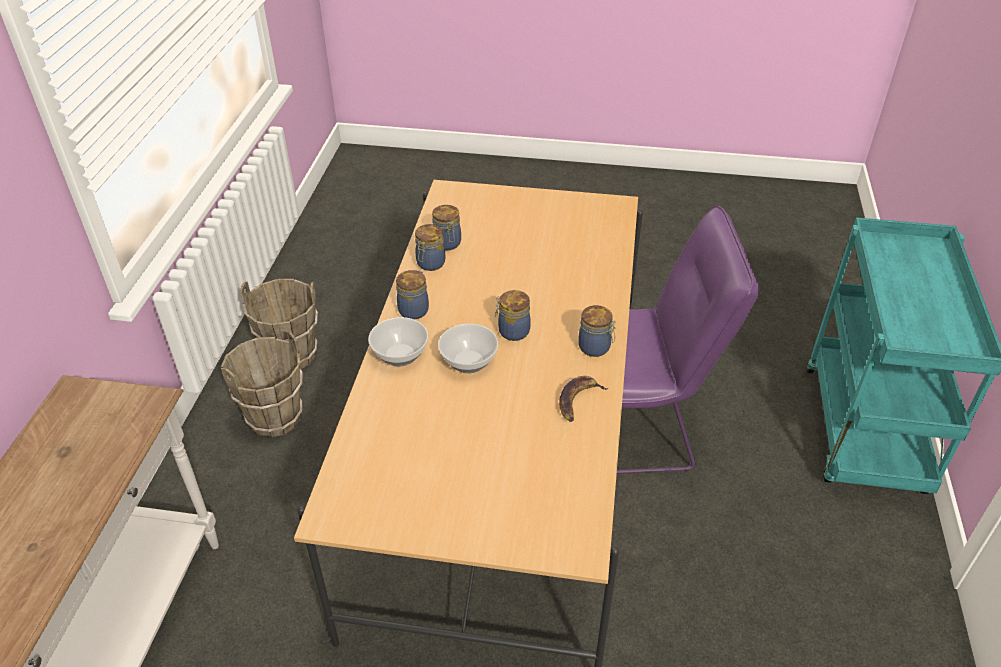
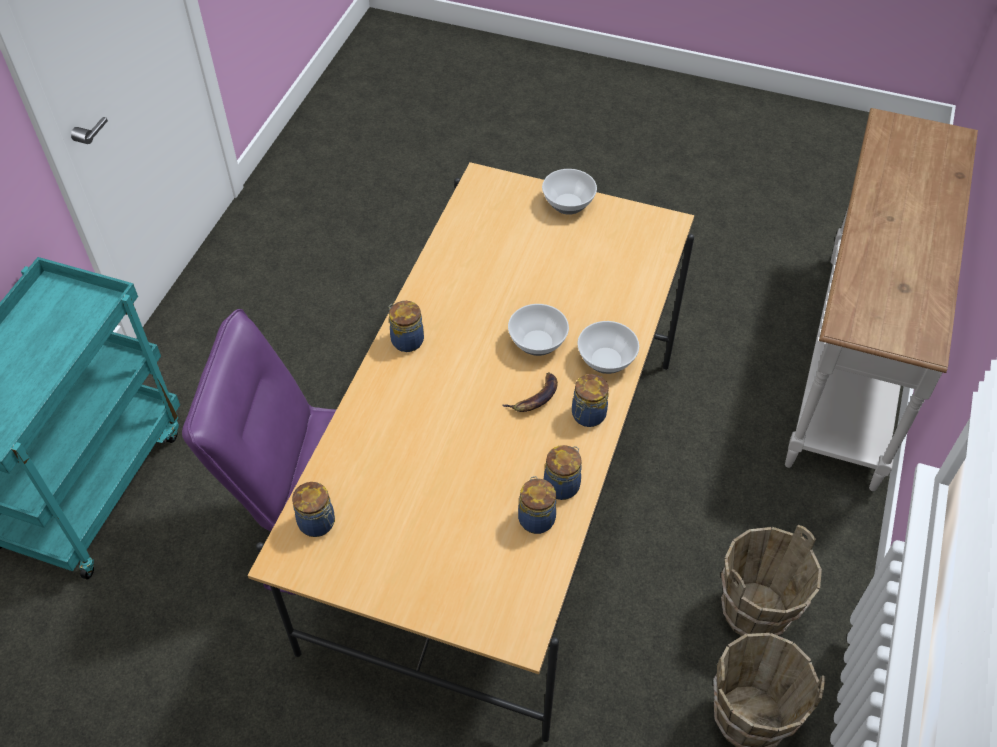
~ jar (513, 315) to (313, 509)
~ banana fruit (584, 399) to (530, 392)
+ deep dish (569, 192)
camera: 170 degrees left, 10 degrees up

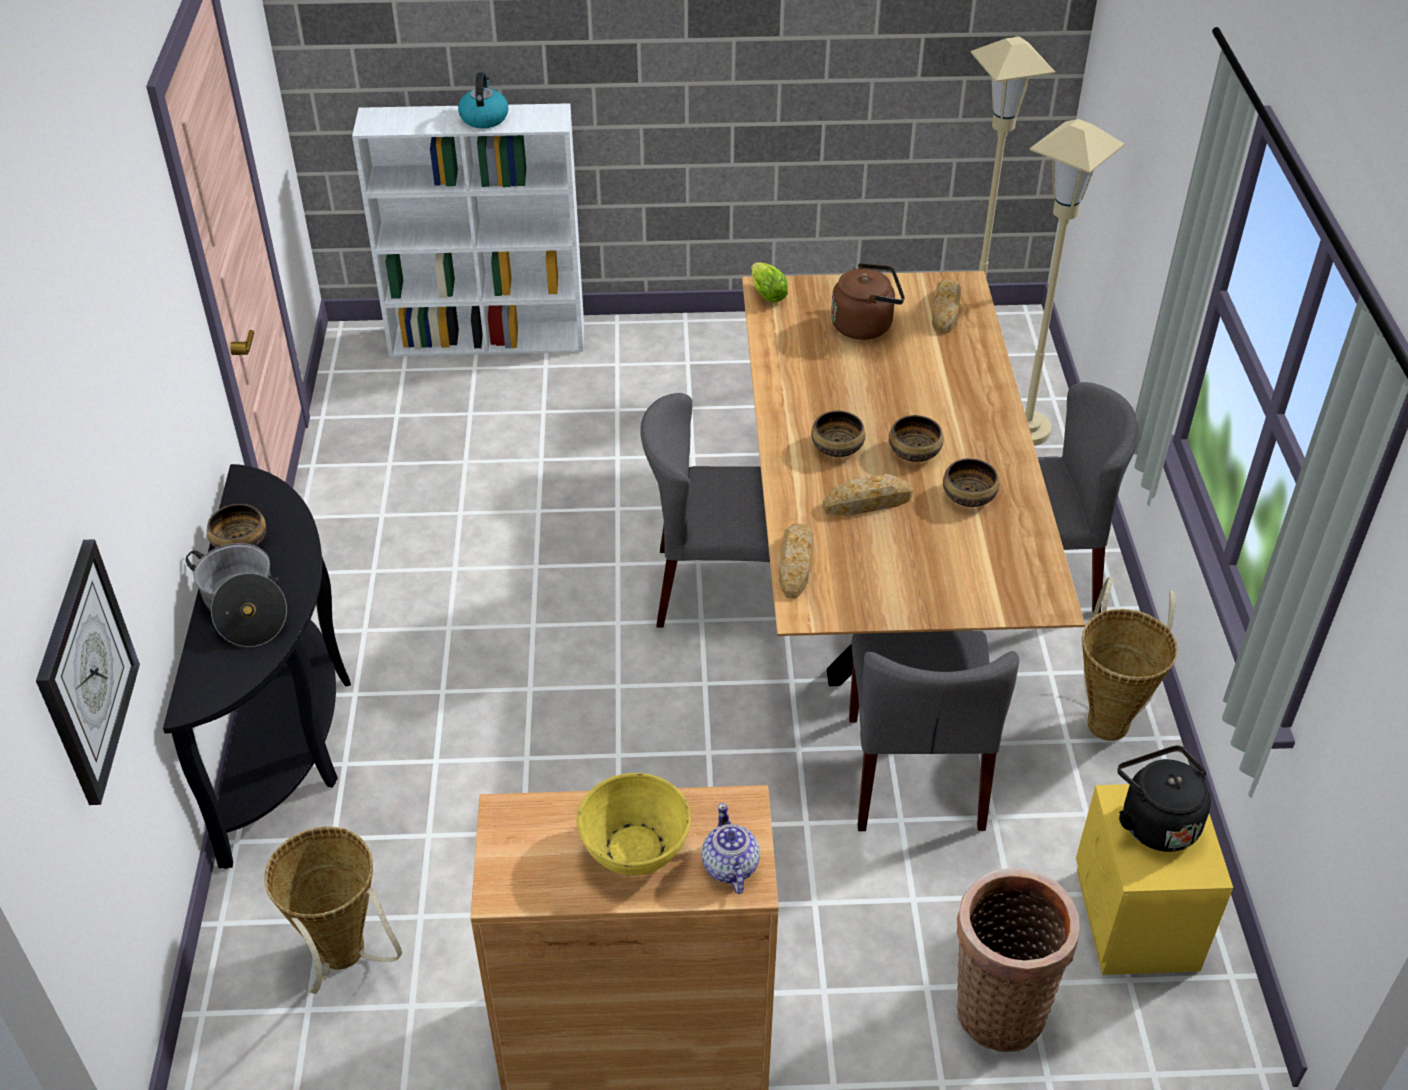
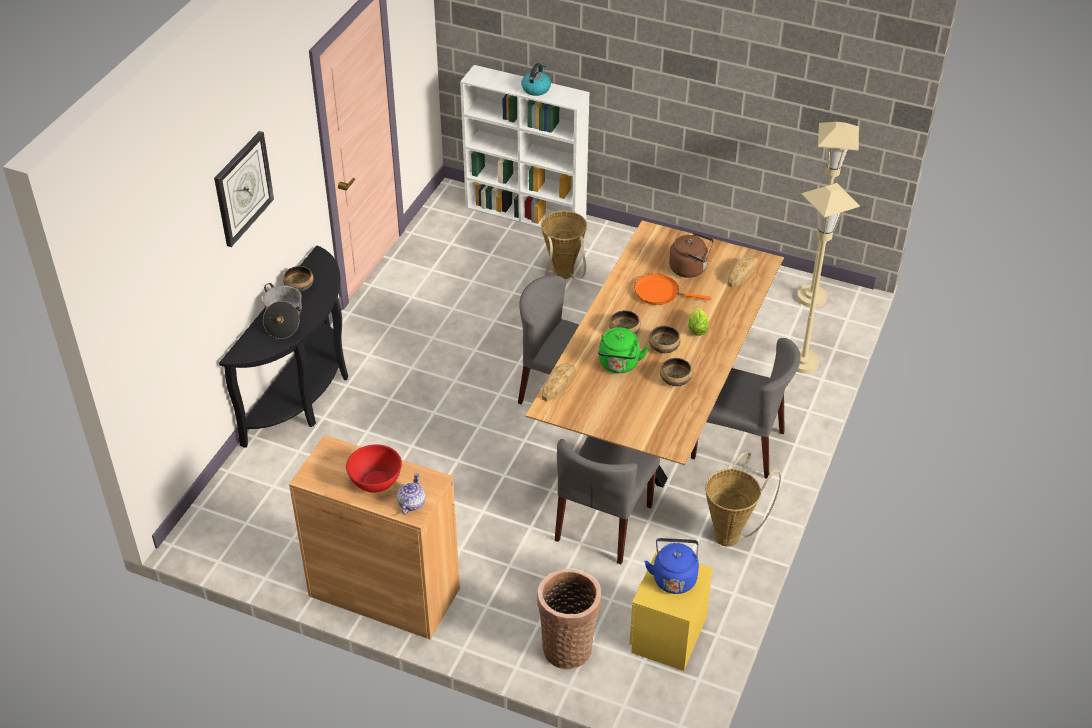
~ head of lettuce (769, 282) to (698, 321)
~ baked bread (868, 494) to green tea kettle (623, 350)
~ hanging clock (88, 672) to (244, 189)
~ black tea kettle (1164, 798) to bluish tea kettle (671, 566)
~ yellow deep dish (634, 824) to reddish deep dish (374, 468)
~ basket (333, 910) to (564, 245)
+ orange frying pan (673, 289)
camera: 25 degrees right, 0 degrees up

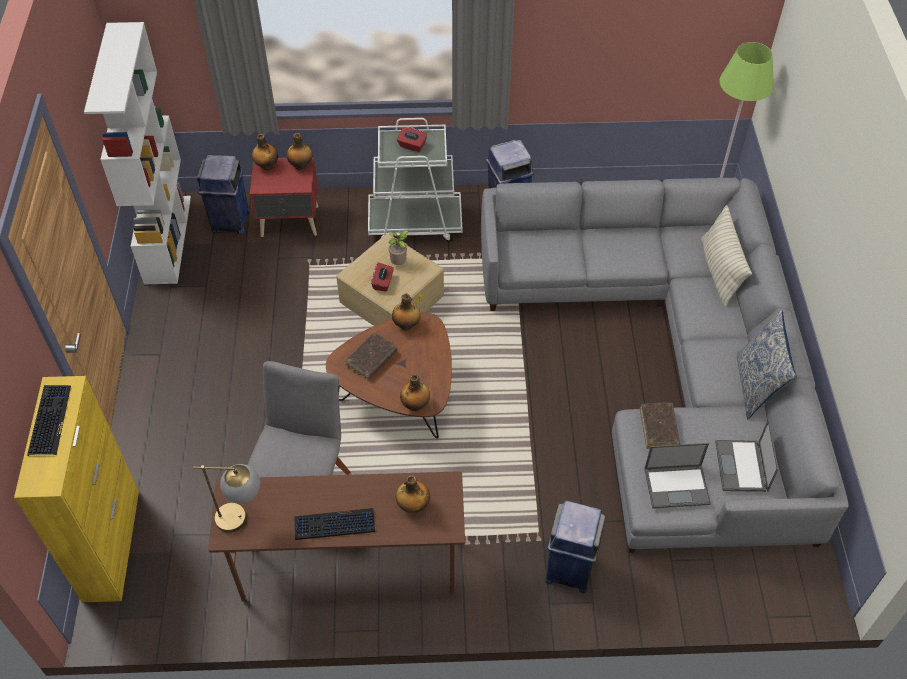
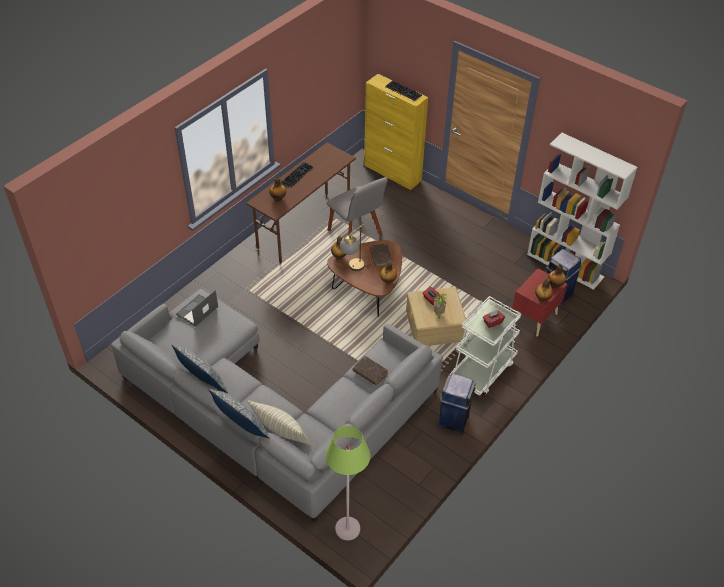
~ brown-coloured volume (660, 426) to (370, 370)
- notebook computer (747, 455)
~ table lamp (226, 498) to (352, 247)
- bluish trash can (575, 546)
+ pillow (239, 413)
camera: 130 degrees right, 5 degrees down

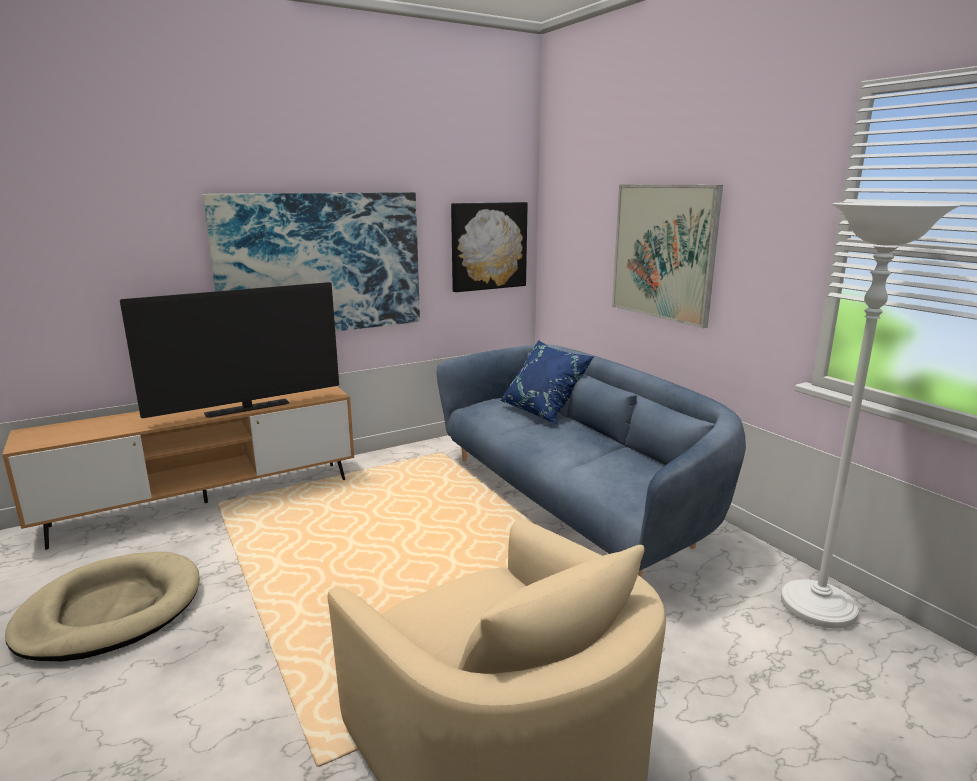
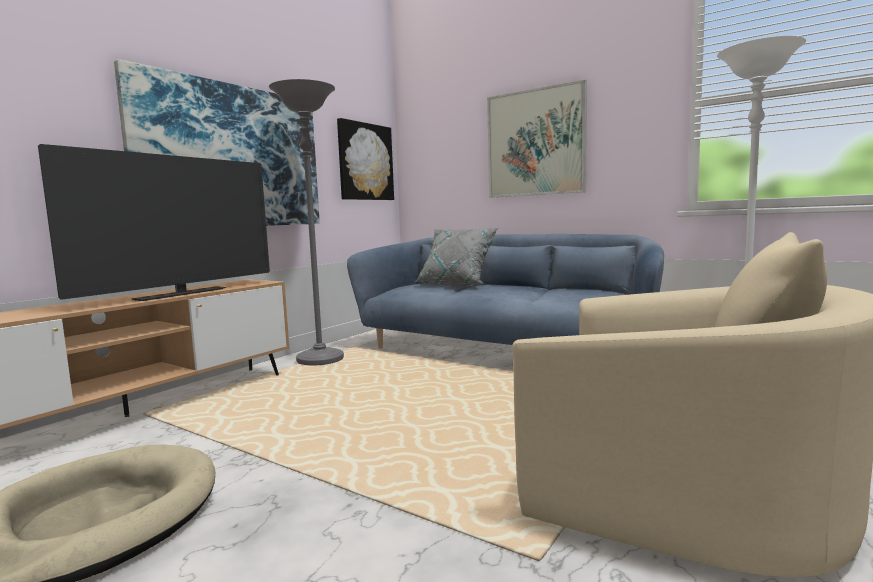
~ bluish pillow (547, 382) to grey pillow (456, 257)
+ grey standing lamp (306, 222)
camera: 25 degrees left, 10 degrees down

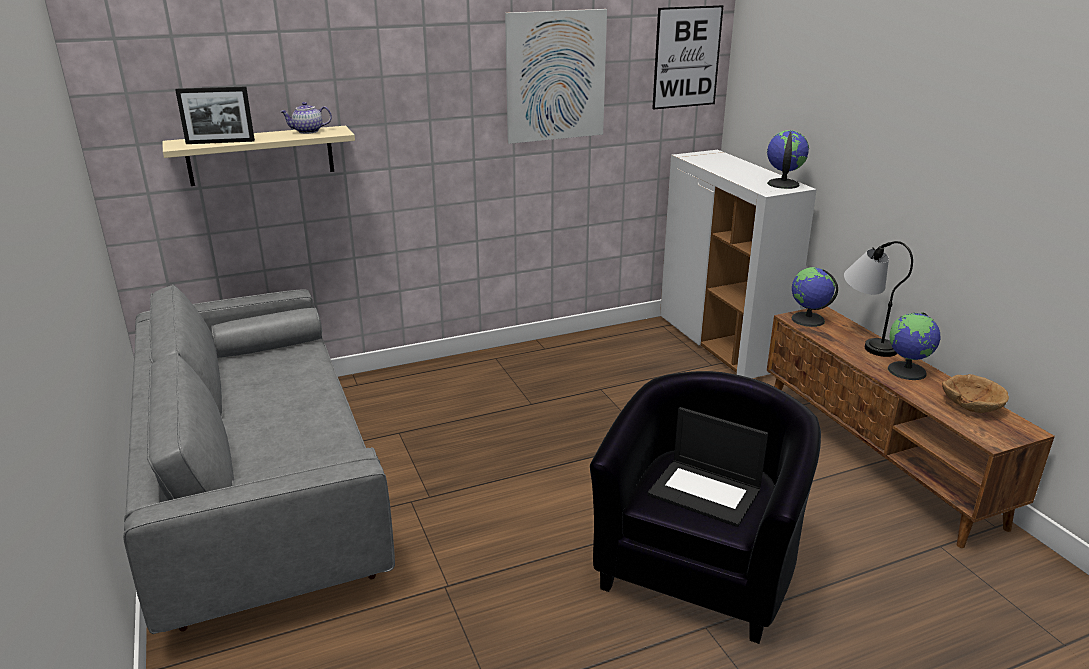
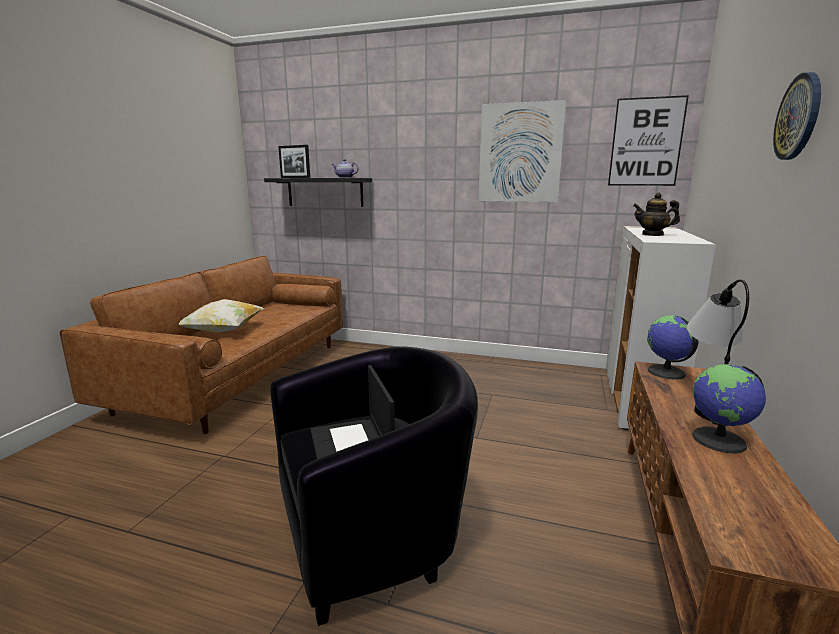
~ sand-coloured shelf (258, 156) to black shelf (318, 192)
- desk globe (788, 159)
~ grey sofa (259, 459) to brown-coloured sofa (201, 345)
- brown-coloured deep dish (975, 393)
+ hanging clock (797, 116)
+ pot for tea (656, 214)
+ pillow (221, 315)
camera: 40 degrees right, 10 degrees down

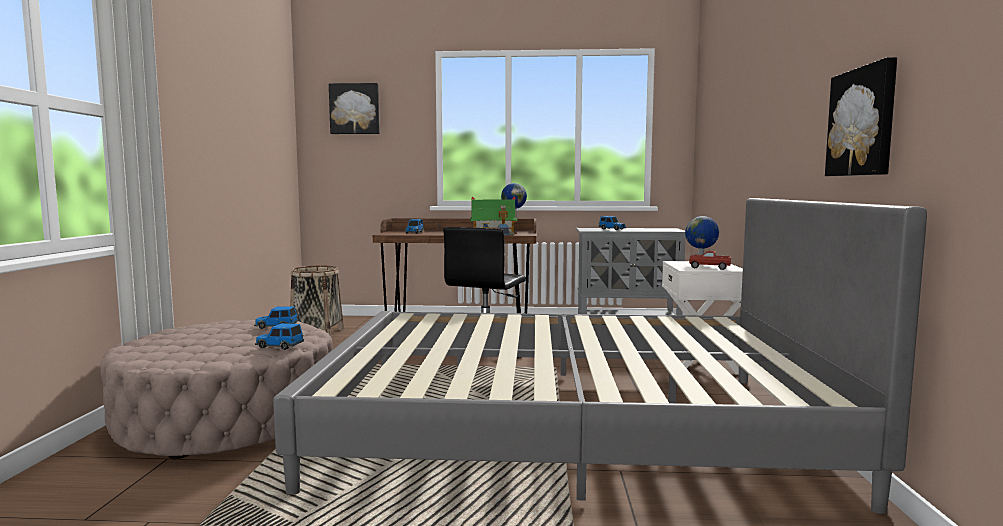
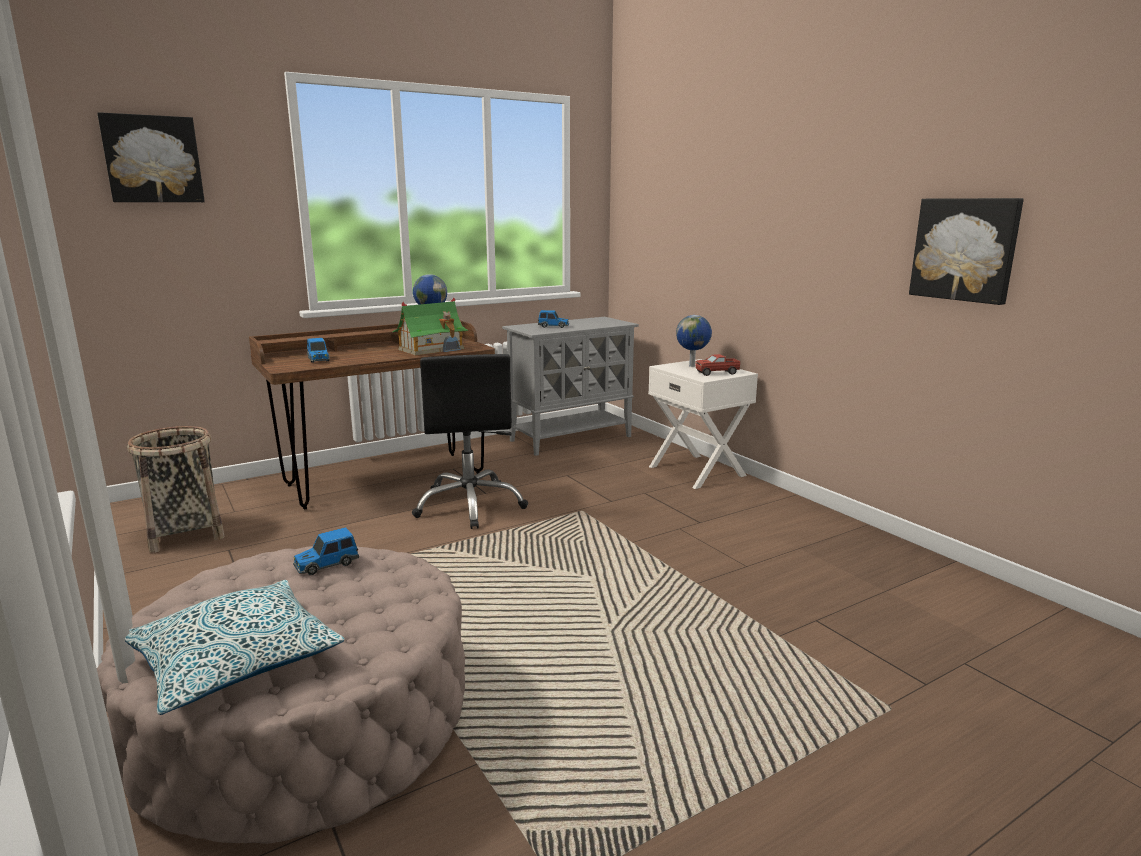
- grey bedroom bed (600, 356)
- model car (279, 336)
+ pillow (235, 647)
camera: 35 degrees left, 10 degrees up

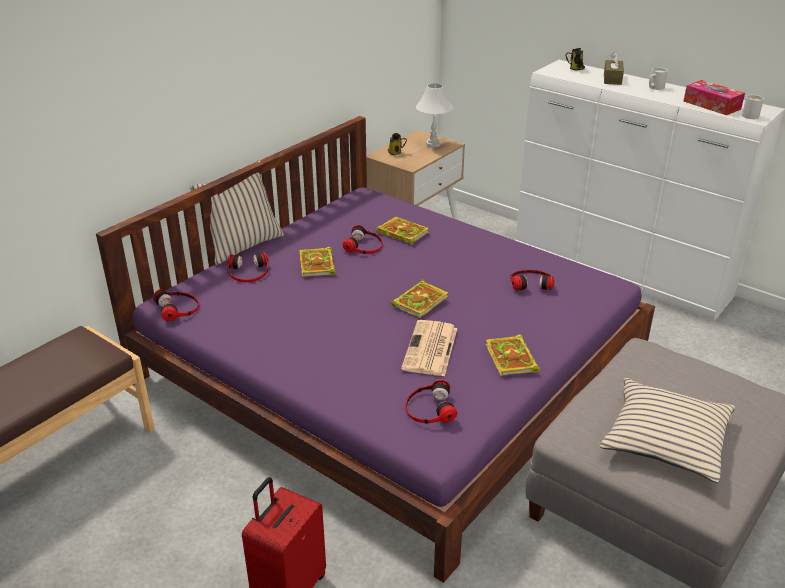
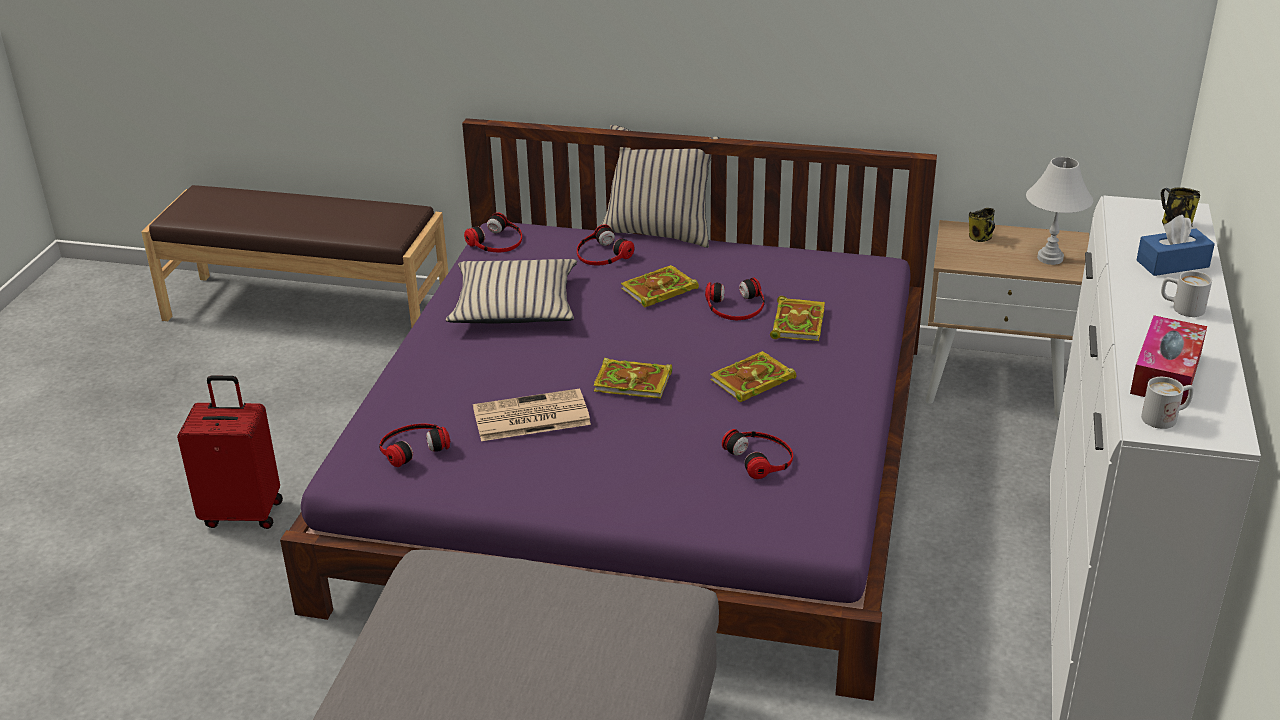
~ brown-coloured tissue box (614, 68) to bluish tissue box (1176, 245)
~ volume (513, 355) to (753, 376)
~ sand-coloured pillow (667, 430) to (511, 291)
camera: 65 degrees right, 0 degrees up

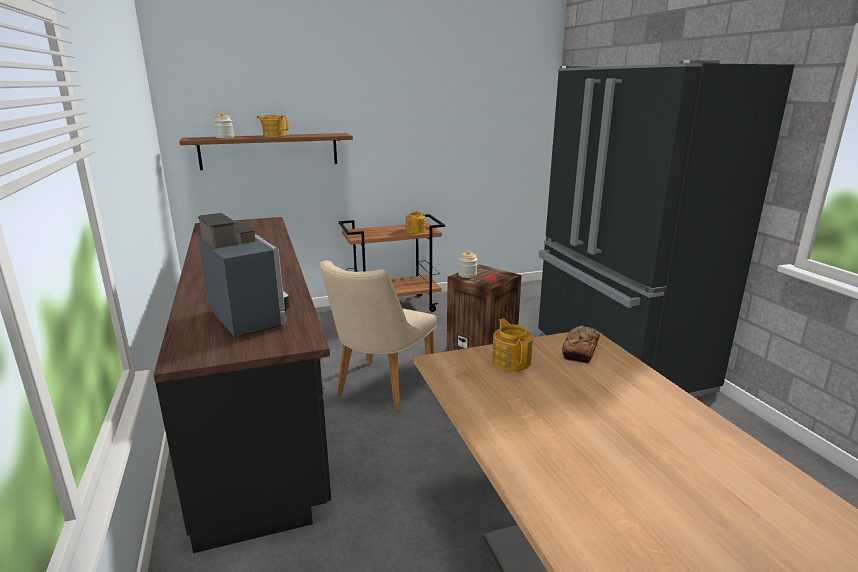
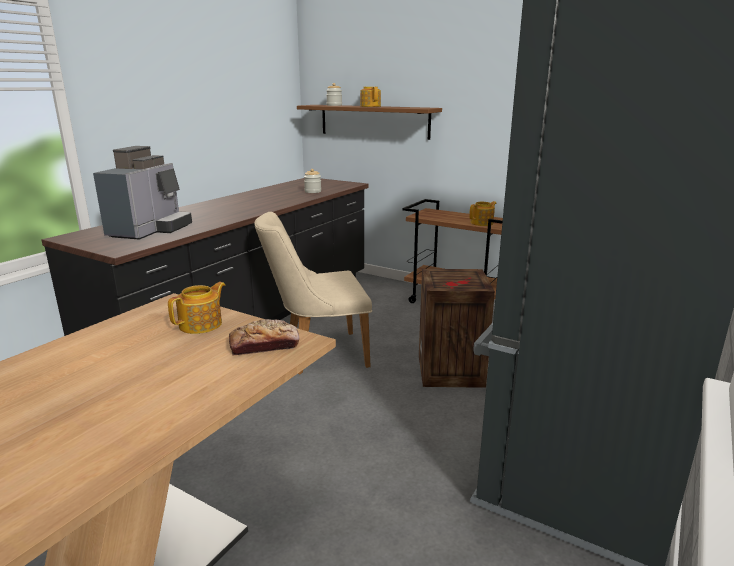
~ jar (468, 264) to (312, 181)
camera: 50 degrees right, 0 degrees up

